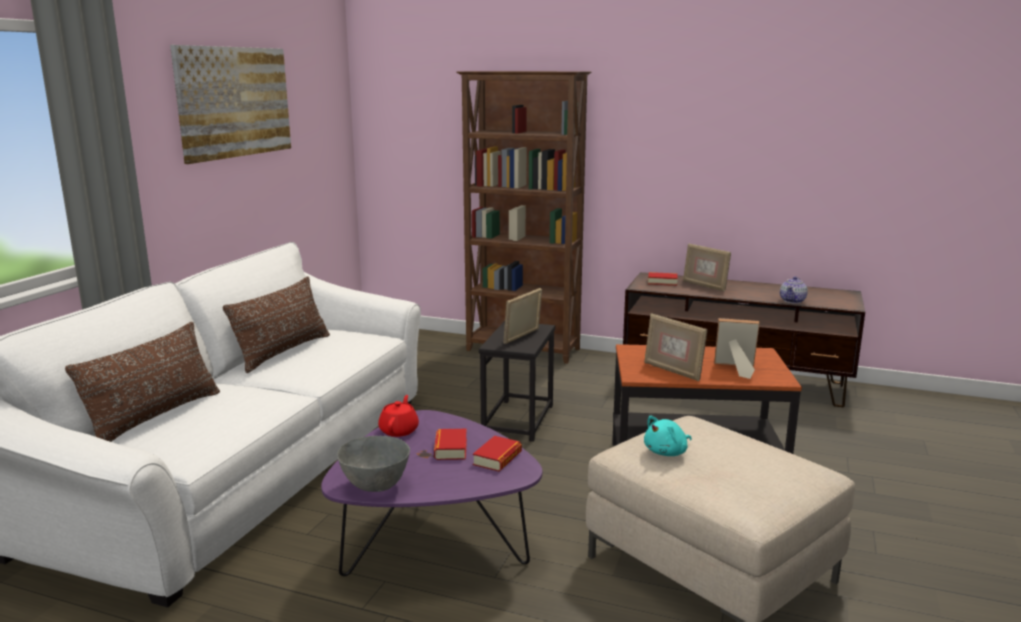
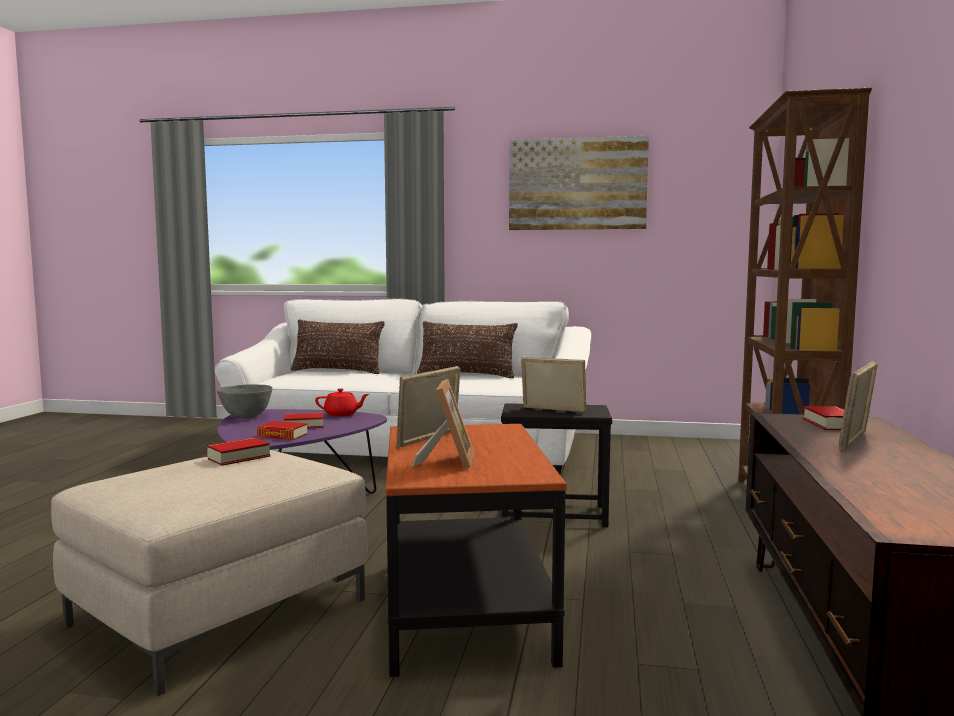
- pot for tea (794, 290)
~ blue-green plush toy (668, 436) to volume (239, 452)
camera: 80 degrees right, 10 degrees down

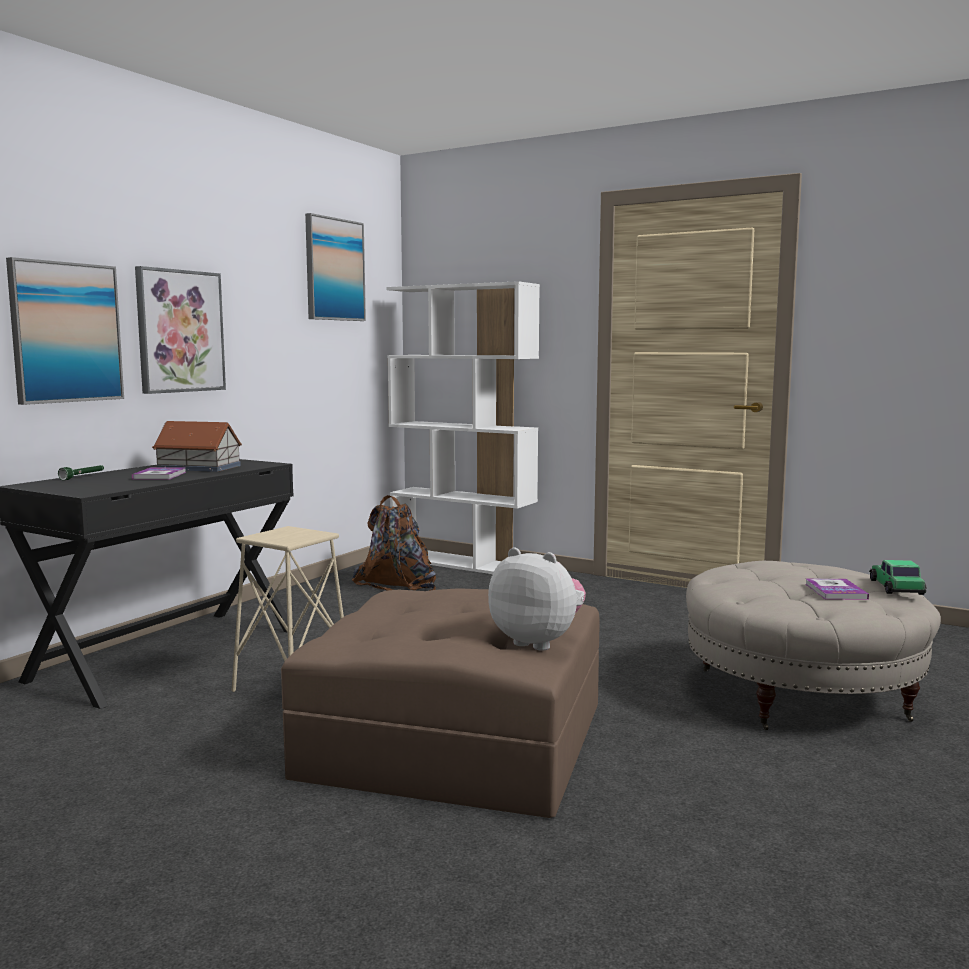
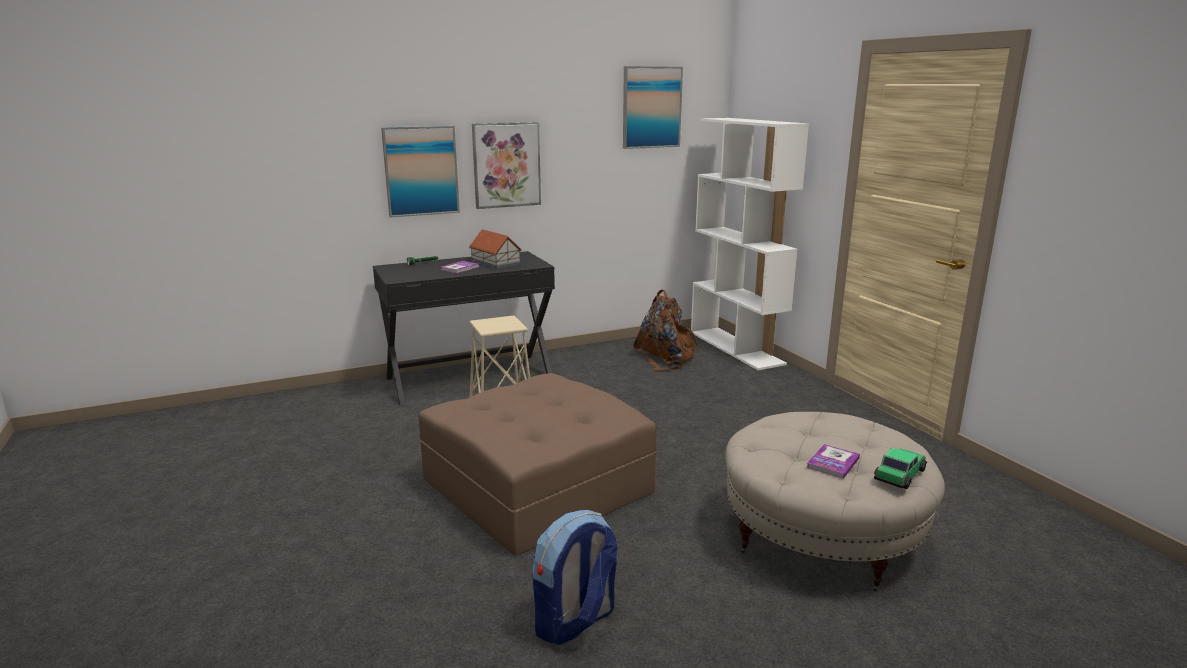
- plush toy (537, 599)
+ backpack (575, 577)
camera: 35 degrees right, 10 degrees up

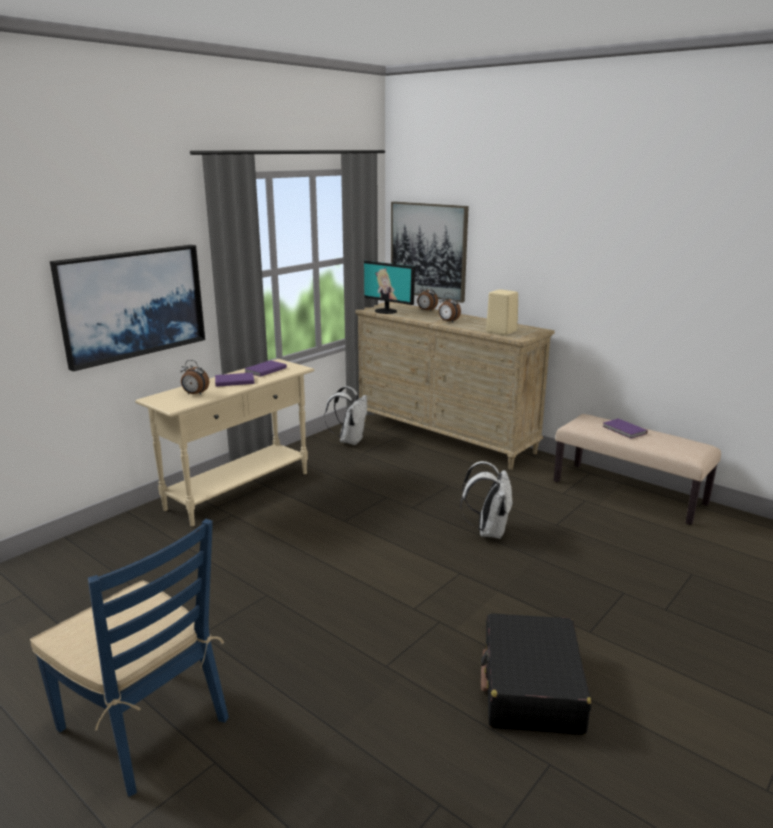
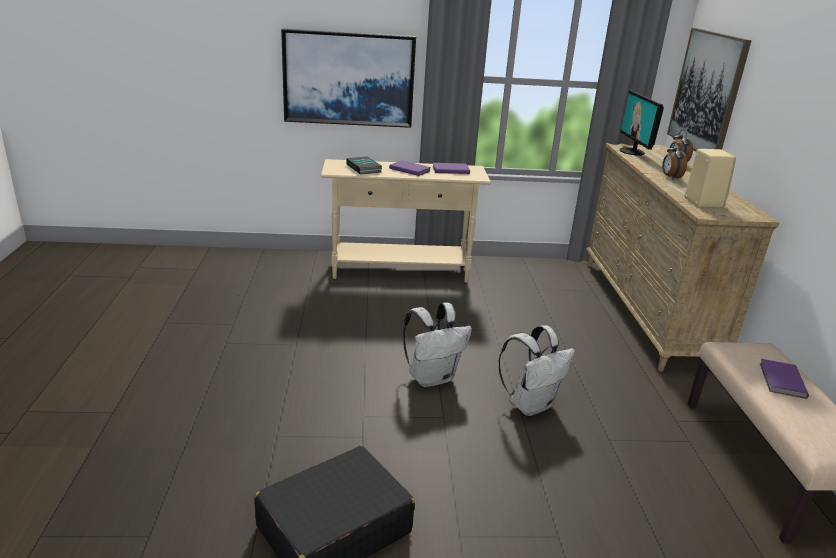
~ bedside clock (194, 377) to volume (364, 165)
~ white-coloured backpack (345, 415) to (437, 344)
- bluish chair (129, 658)
camera: 45 degrees right, 5 degrees up

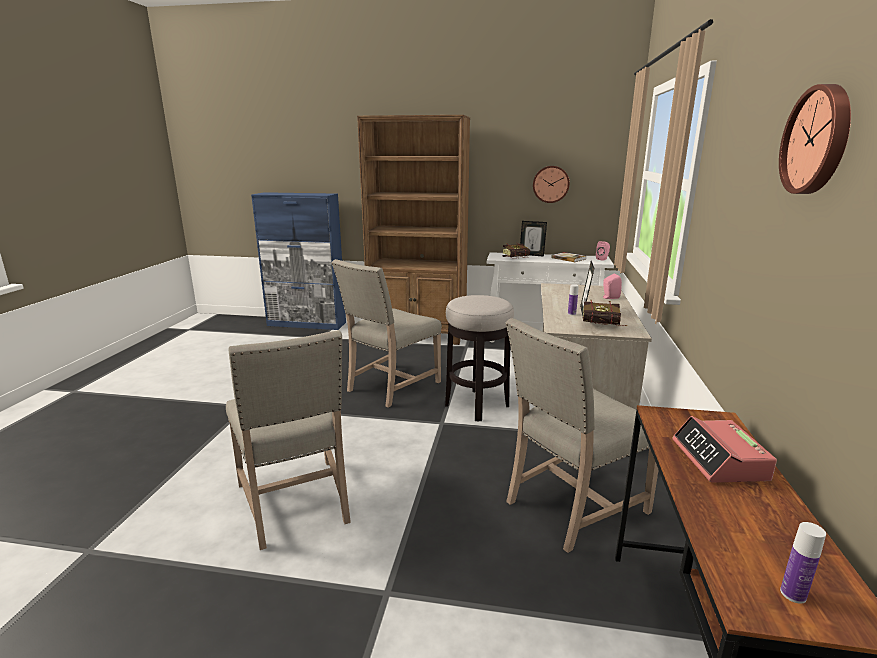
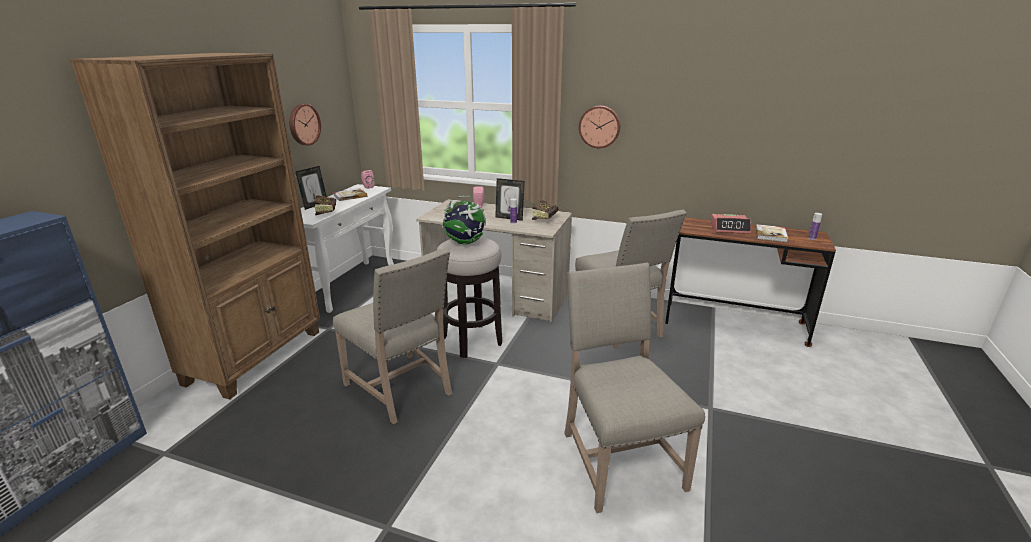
~ hanging clock (815, 139) to (599, 127)
~ sand-coloured chair (288, 440) = (634, 388) 90 degrees counterclockwise
+ desk globe (464, 220)
+ volume (771, 233)
camera: 80 degrees left, 5 degrees up

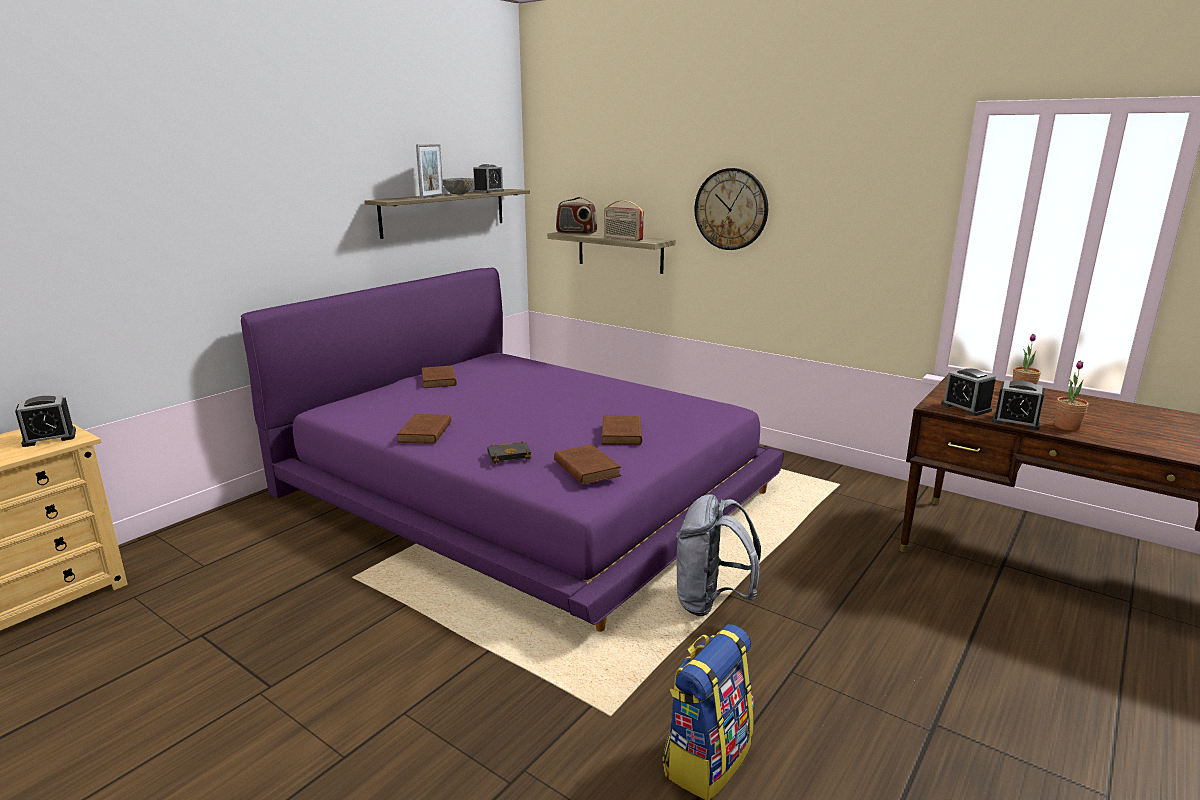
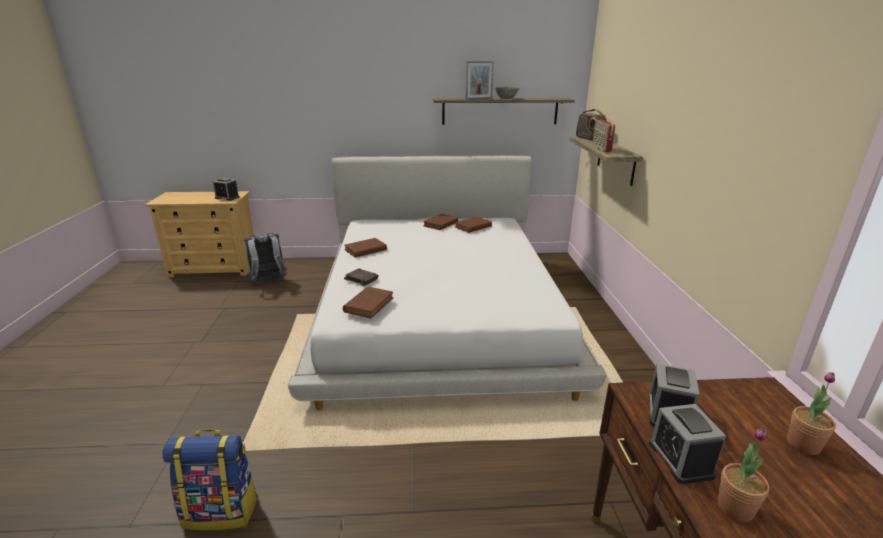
- bedside clock (488, 178)
- hanging clock (731, 209)
~ purple-coloured bedroom bed (512, 449) to white-coloured bedroom bed (447, 282)
~ brown-coloured volume (622, 430) to (473, 224)
~ grey backpack (718, 555) to (265, 258)
camera: 50 degrees right, 5 degrees up

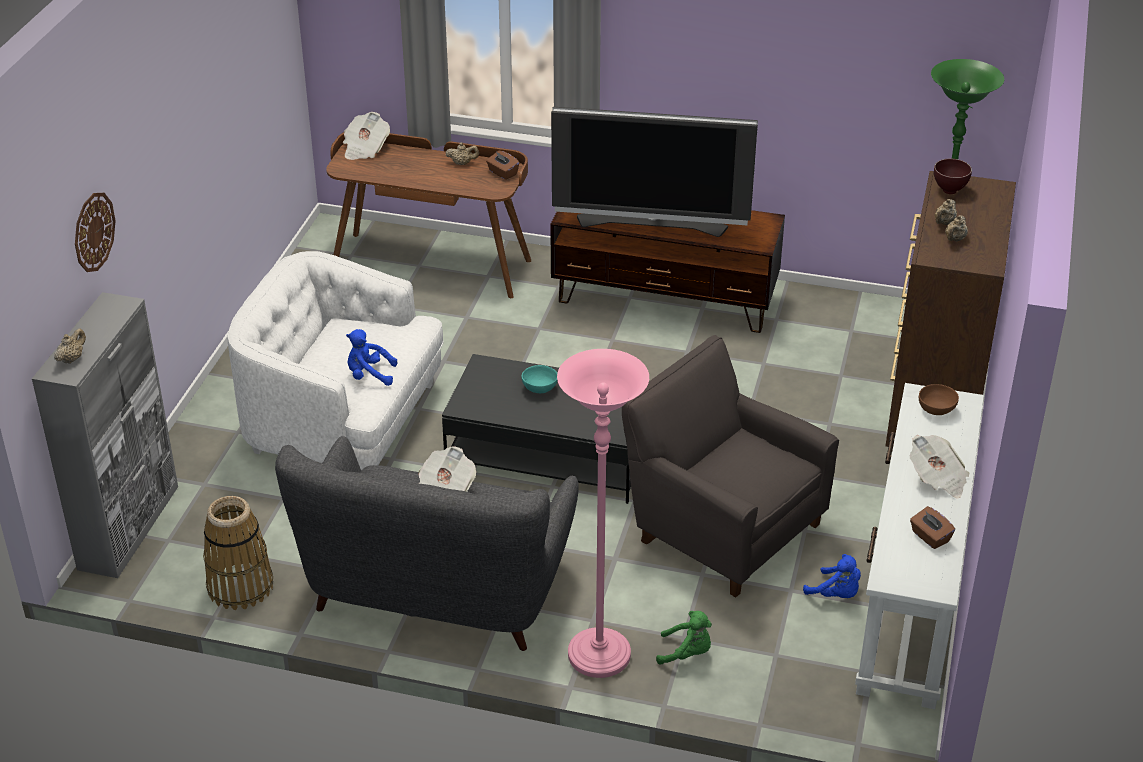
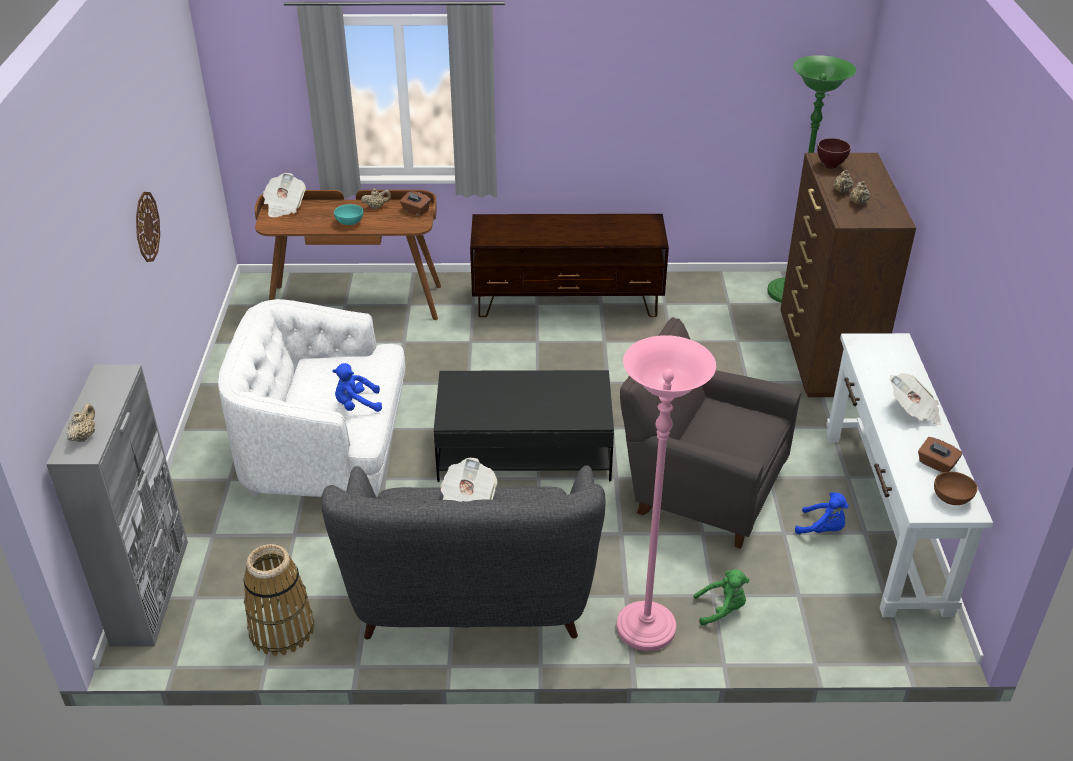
- TV (654, 172)
~ hanging clock (95, 232) to (148, 227)
~ blue-green deep dish (540, 379) to (348, 214)
~ brown-coloured deep dish (939, 399) to (955, 488)
camera: 15 degrees left, 0 degrees up

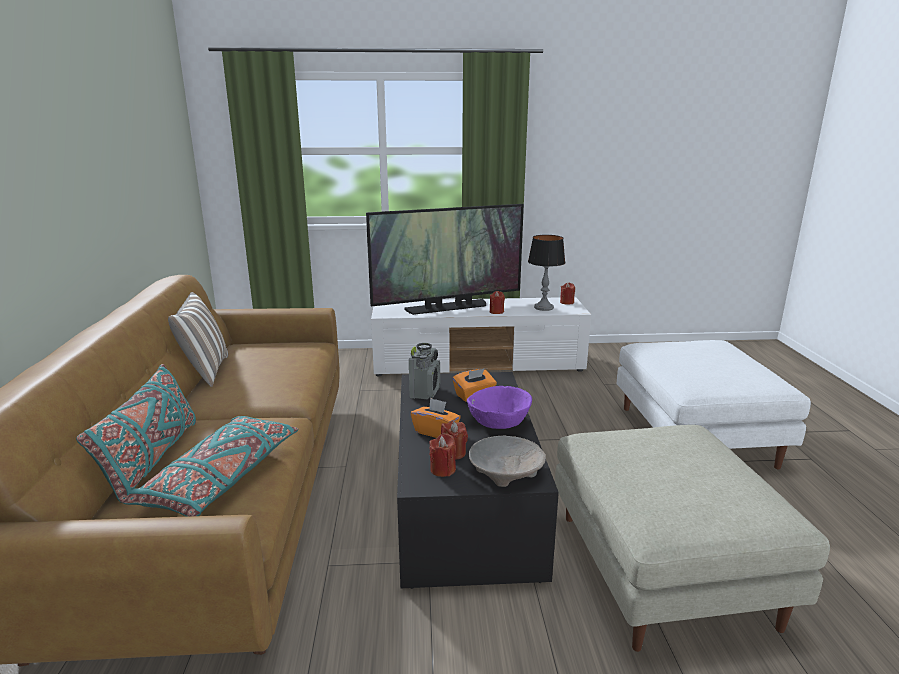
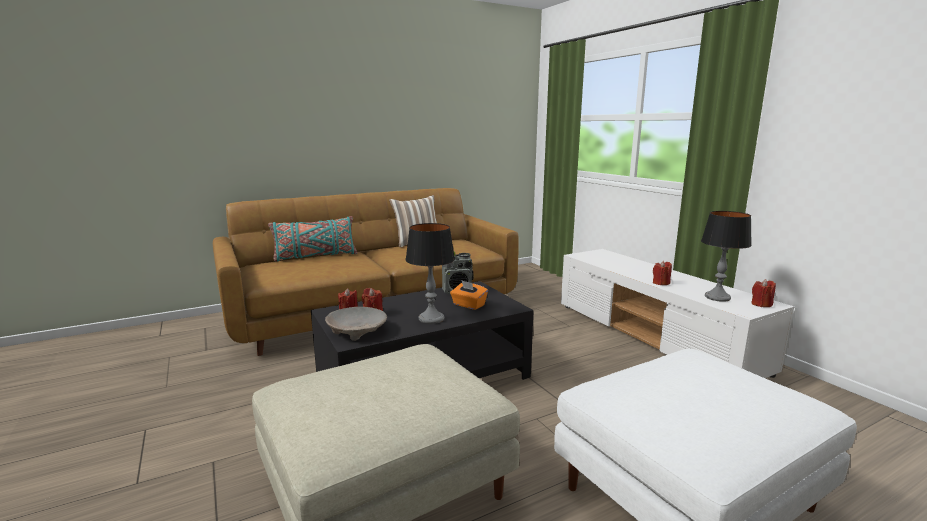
- TV (445, 259)
~ purple-coloured deep dish (499, 407) to table lamp (430, 273)
- orange tissue box (436, 418)
- blue-green pillow (210, 466)
camera: 65 degrees right, 5 degrees down

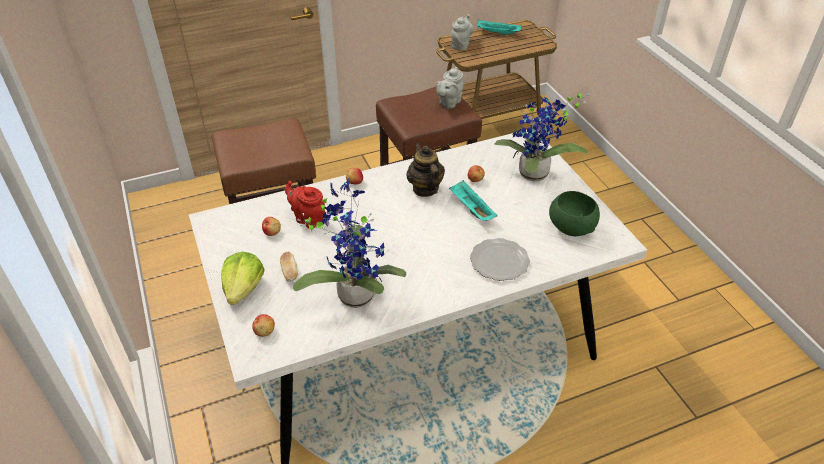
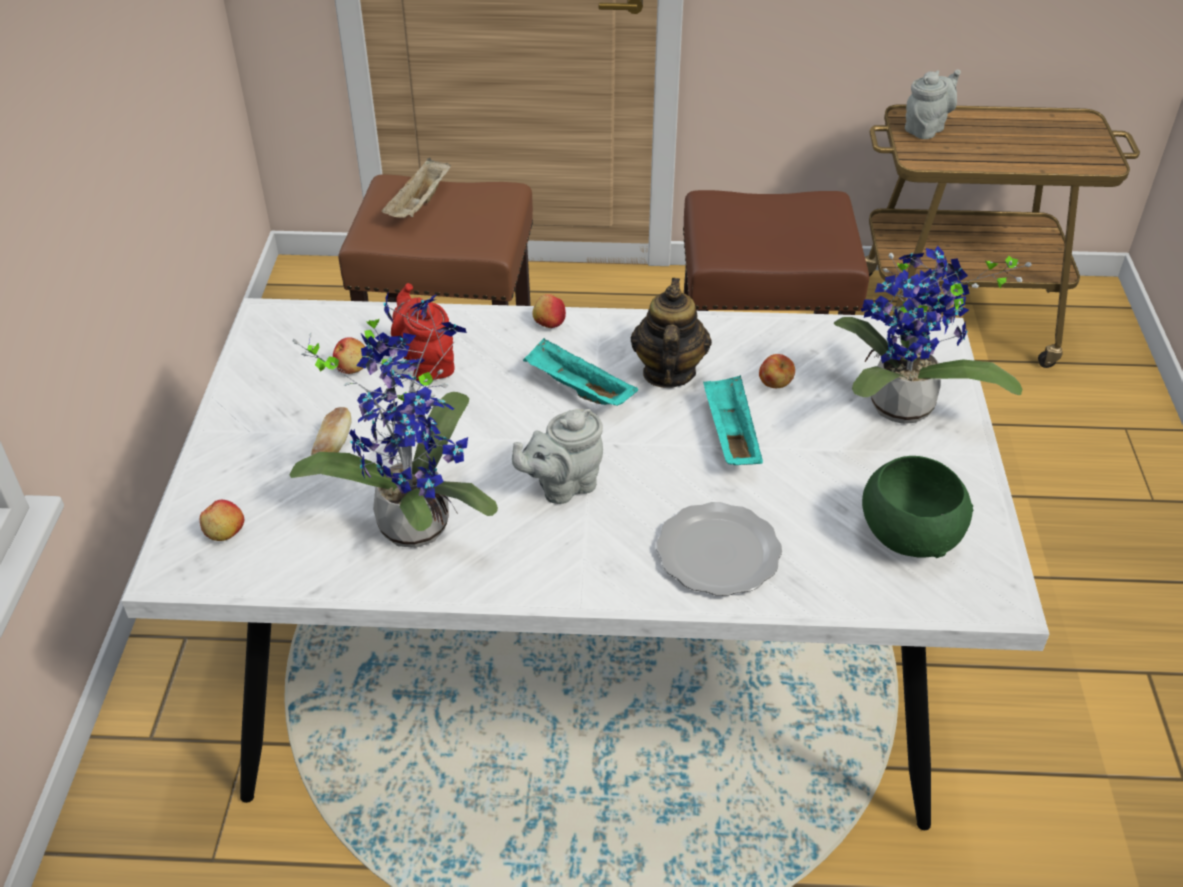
~ blue-green tray (499, 27) to (580, 372)
~ grey pot for tea (449, 88) to (557, 456)
- head of lettuce (243, 278)
+ sand-coloured tray (416, 188)
camera: 25 degrees right, 0 degrees up

